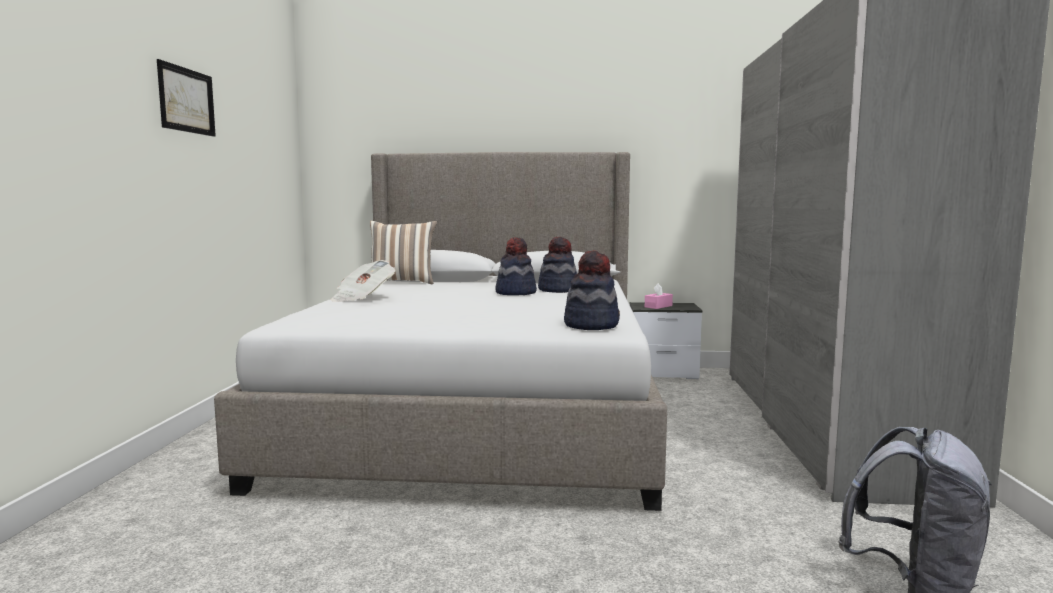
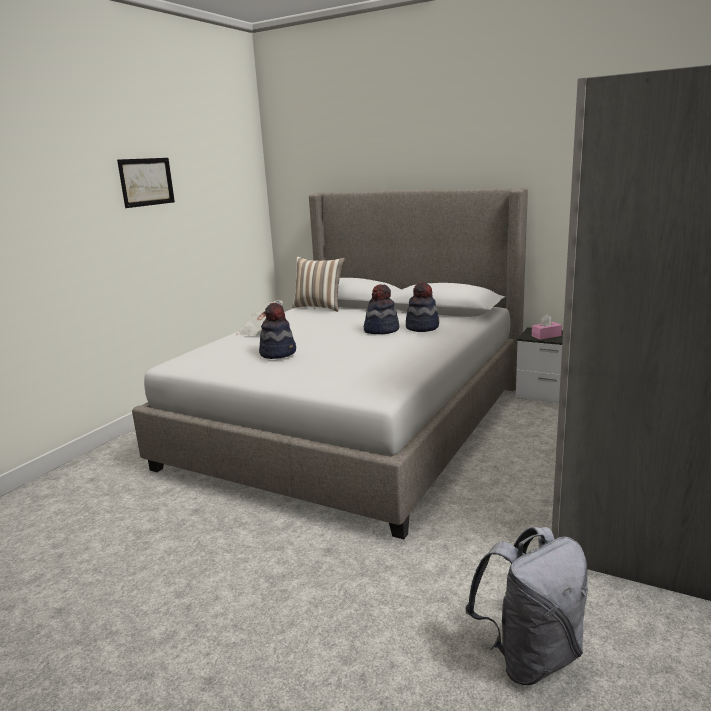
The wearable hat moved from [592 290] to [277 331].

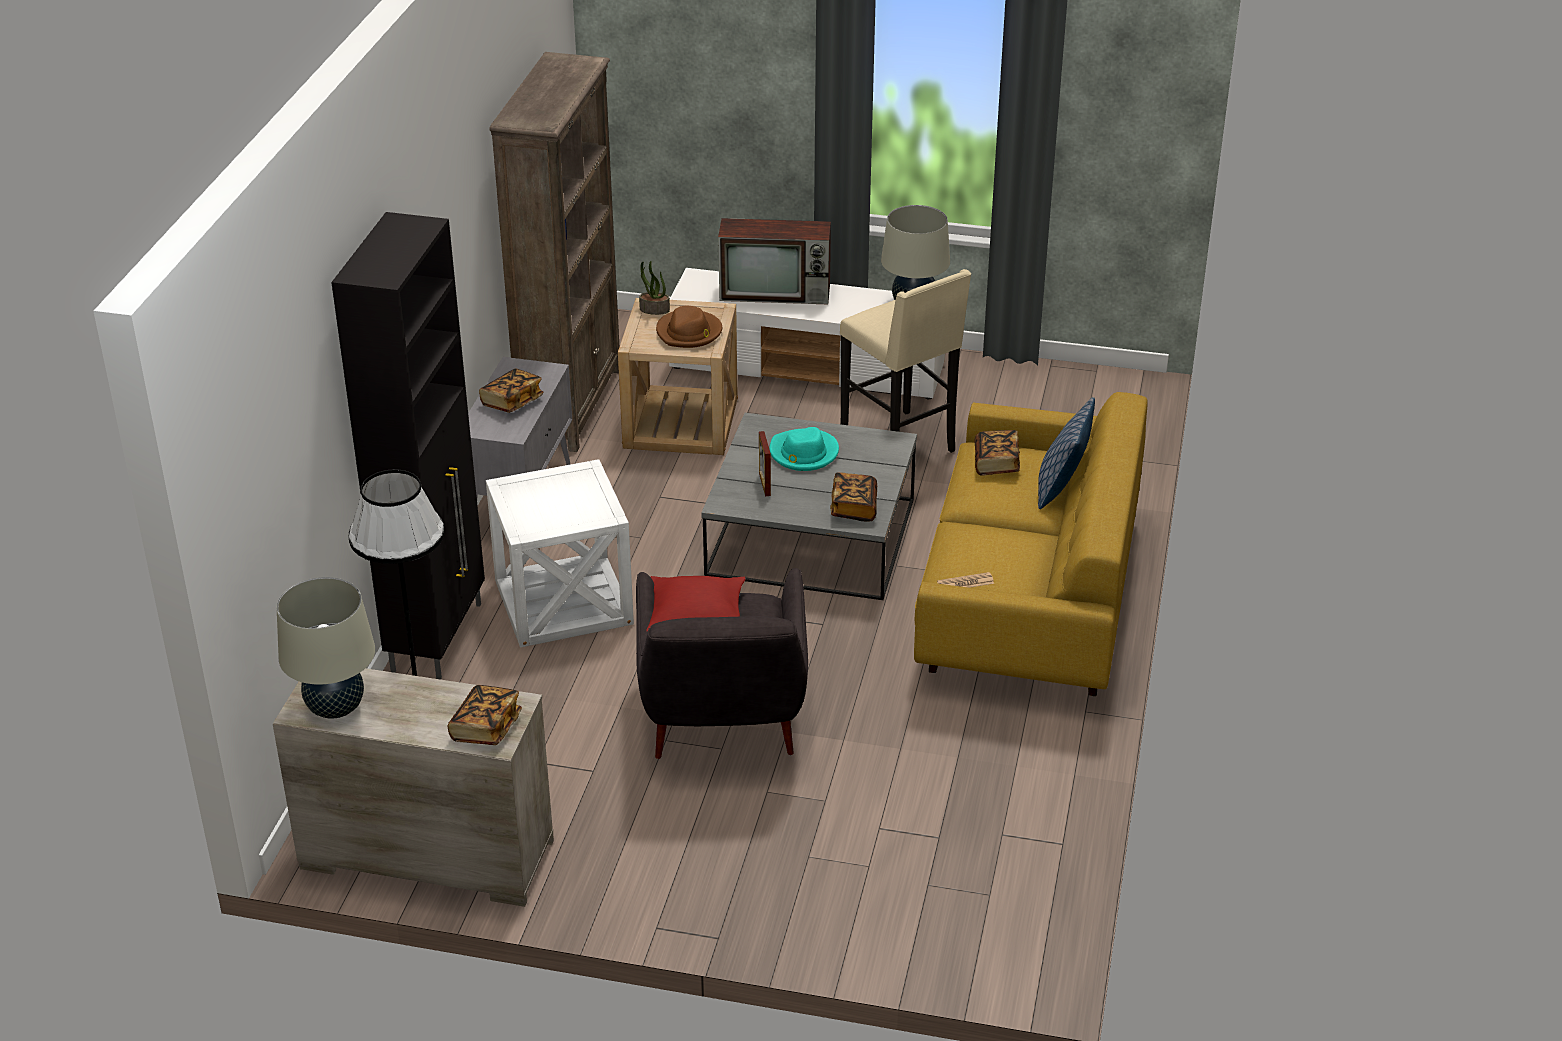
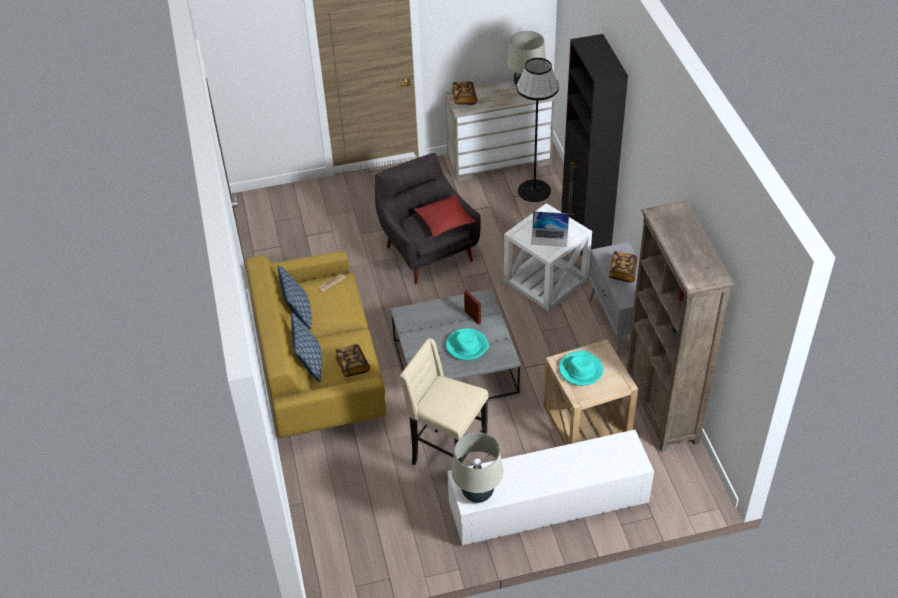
The plant in a pot at [654 288] disappeared. The brownish wearable hat at [689 327] became the turquoise wearable hat at [581 368]. The TV set at [774 261] disappeared. The volume at [853 497] disappeared. The cushion at [295 297] appeared. The laptop at [550 229] appeared.

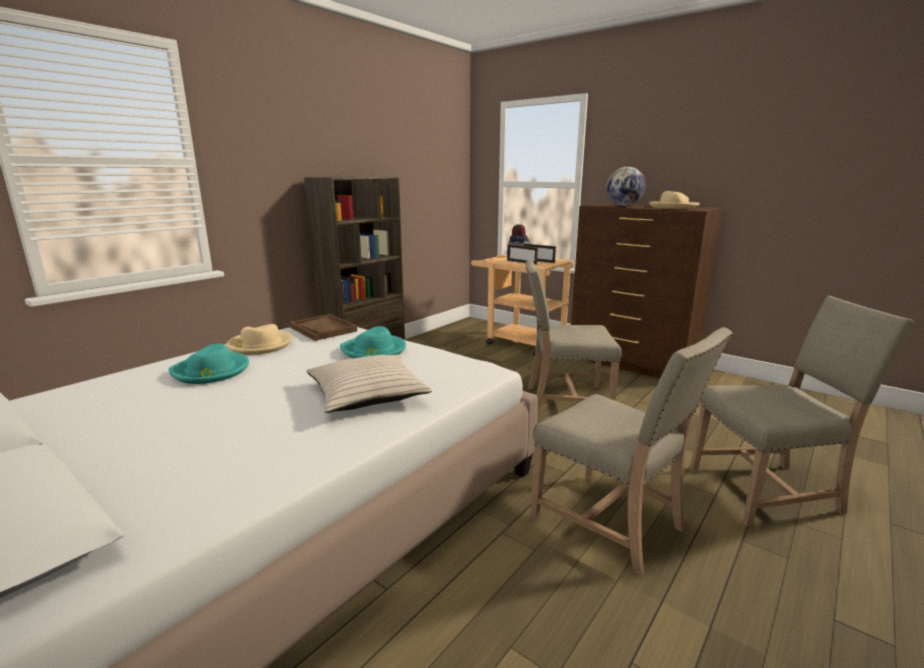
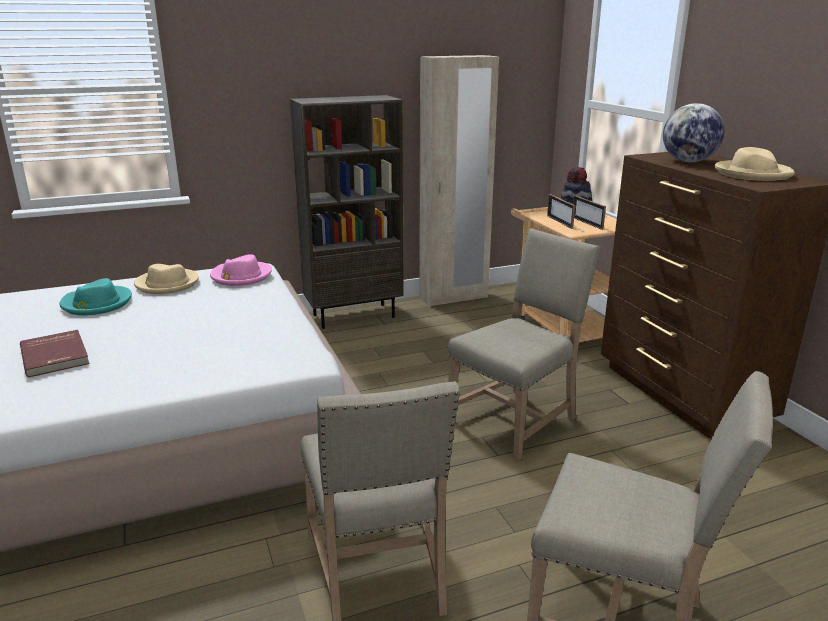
The brownish carrying tray at [323 327] was replaced by the pinkish wearable hat at [241 270]. The beige-coloured cushion at [369 383] disappeared. The turquoise wearable hat at [373 342] disappeared. The beige-coloured upright chair at [573 335] turned 105 degrees clockwise. The red-coloured volume at [55 354] appeared. The beige-coloured clothes cupboard at [459 181] appeared.

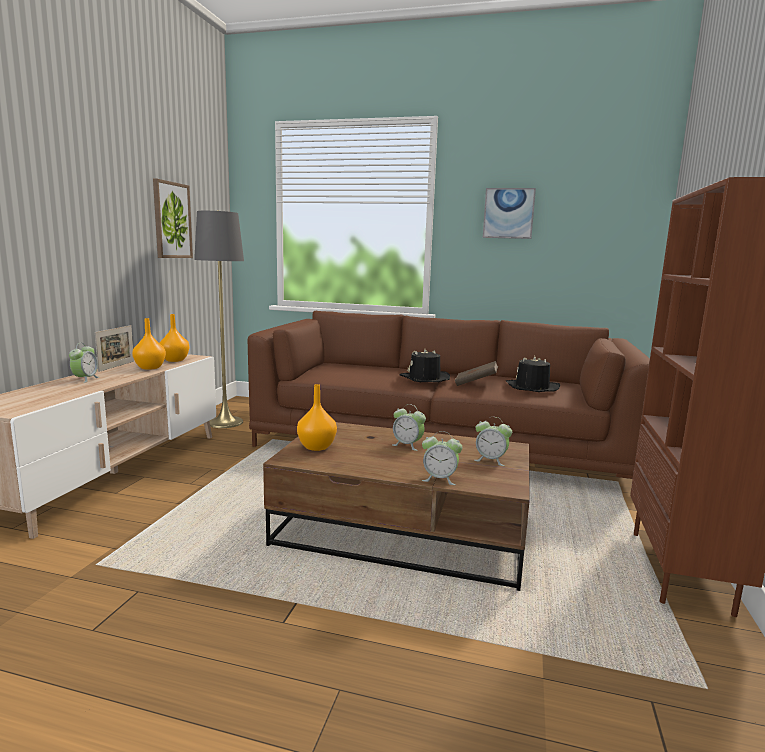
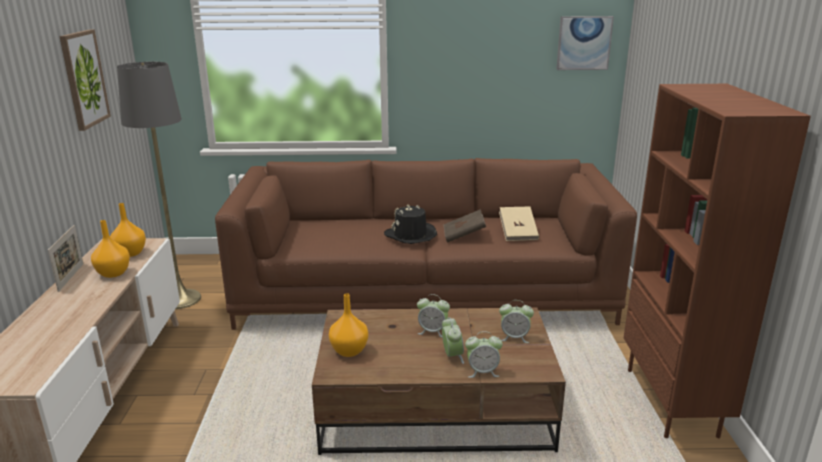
The alarm clock moved from [84 363] to [453 340]. The wall art moved from [509 213] to [585 43]. The black wearable hat at [533 374] was replaced by the beige-coloured volume at [519 223].

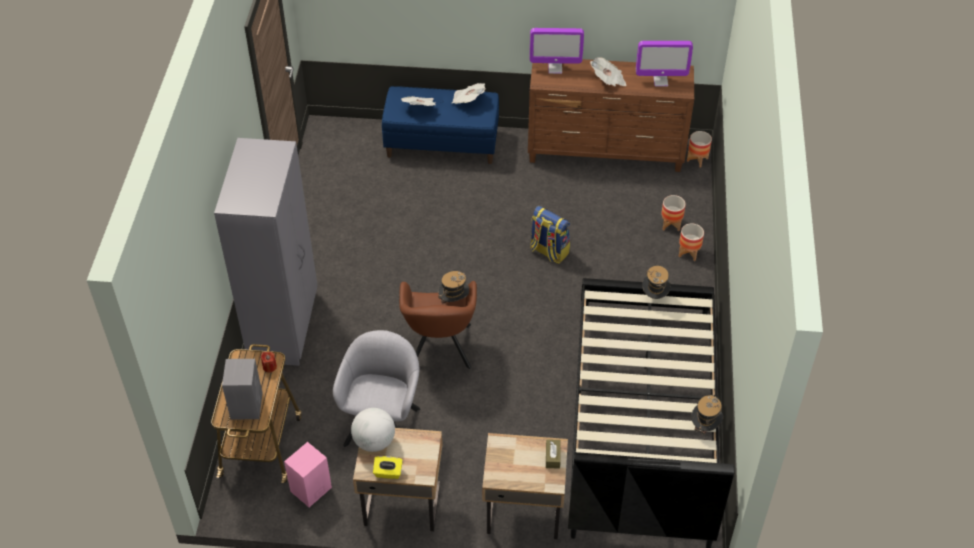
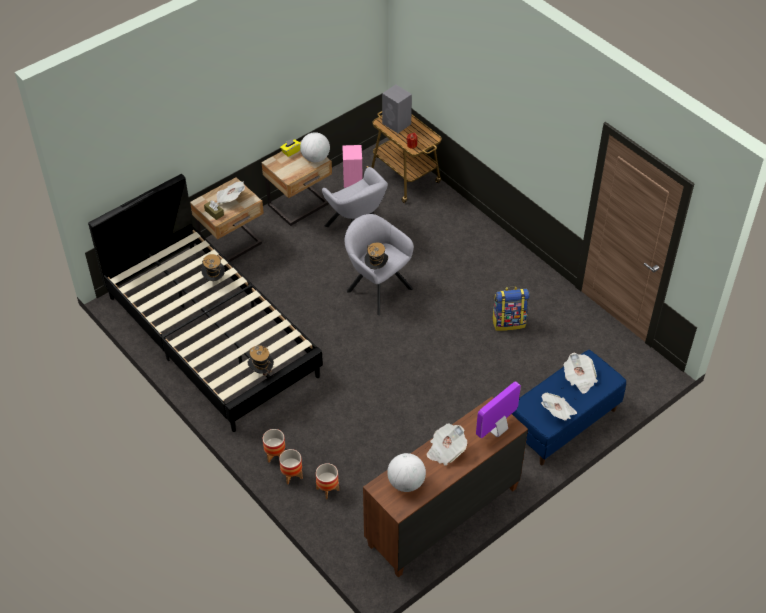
The greyish clothes cupboard at [266 252] disappeared. The brownish easy chair at [438 325] became the greyish easy chair at [379 265]. The backpack moved from [550 235] to [511 309]. The monitor at [664 63] was replaced by the globe at [406 472]. The flower pot moved from [699 149] to [274 446]. The wearable hat moved from [707 418] to [213 267]. The newspaper at [230 193] appeared.

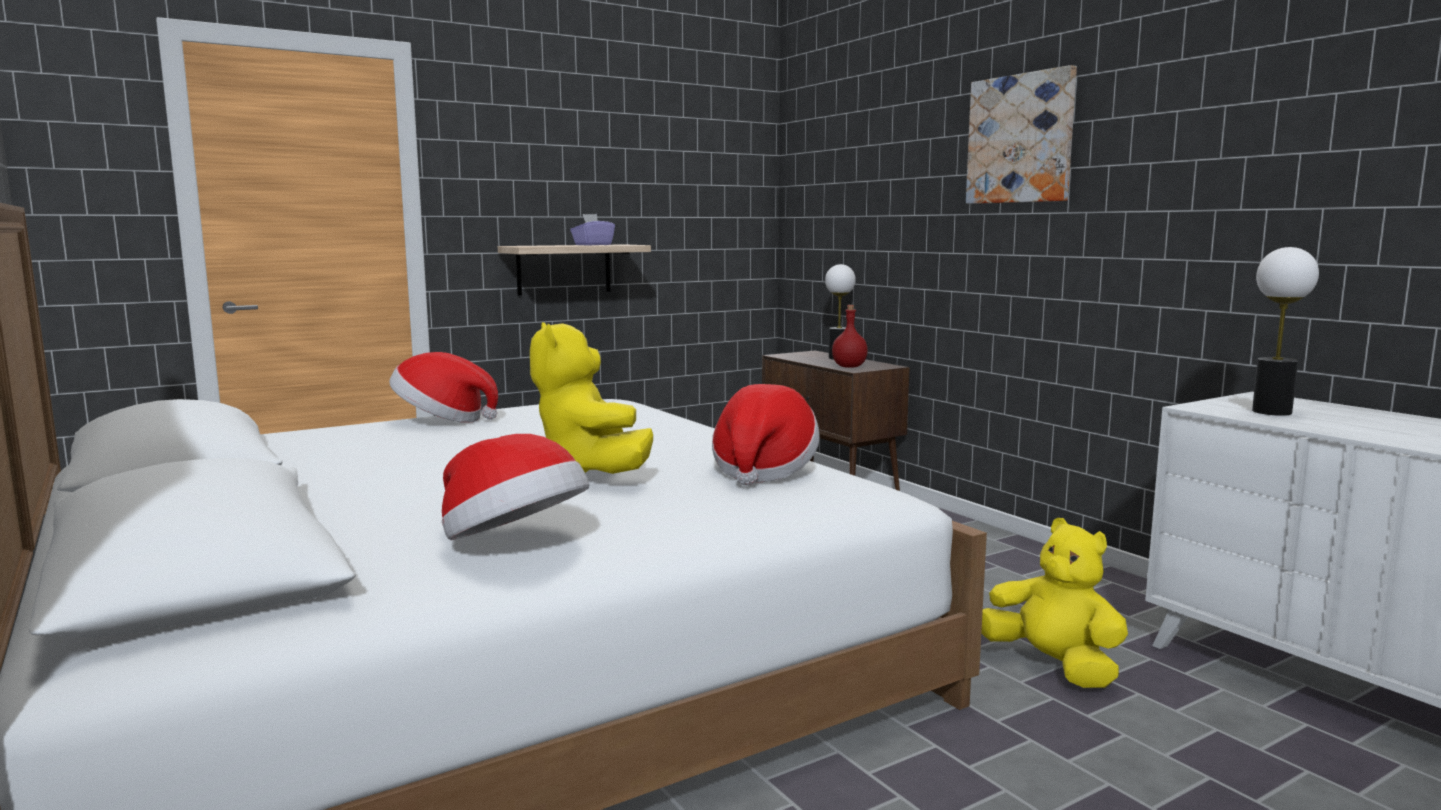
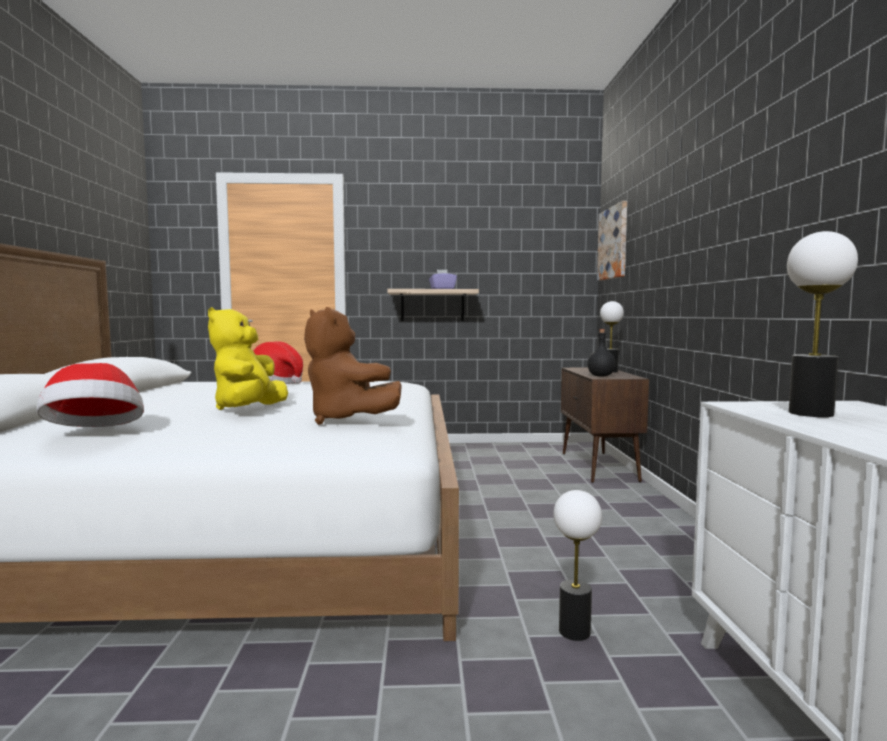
The wearable hat at [766 435] was replaced by the brownish cuddly toy at [353 366]. The red-coloured beverage bottle at [850 336] became the black beverage bottle at [601 352]. The wall art moved from [1021 134] to [612 241]. The yellowish cuddly toy at [1054 603] was replaced by the lamp for a table at [577 565].

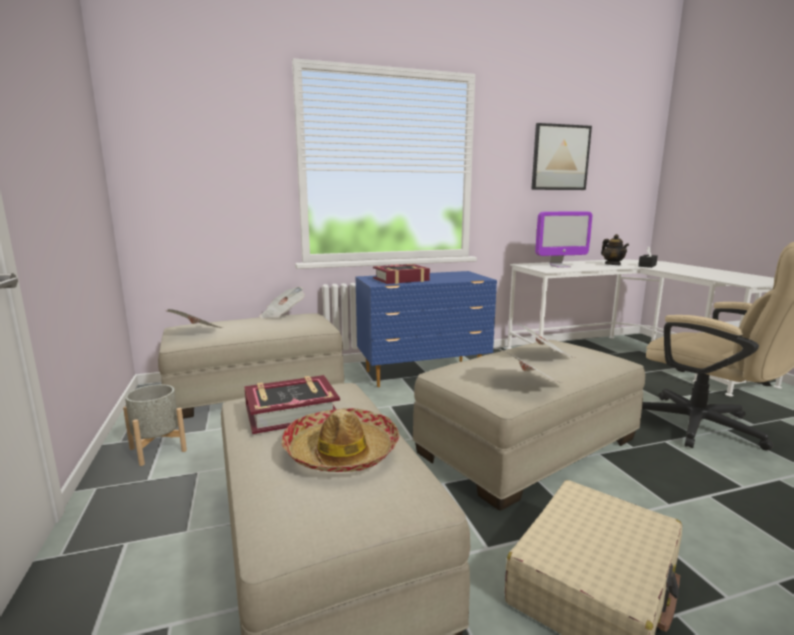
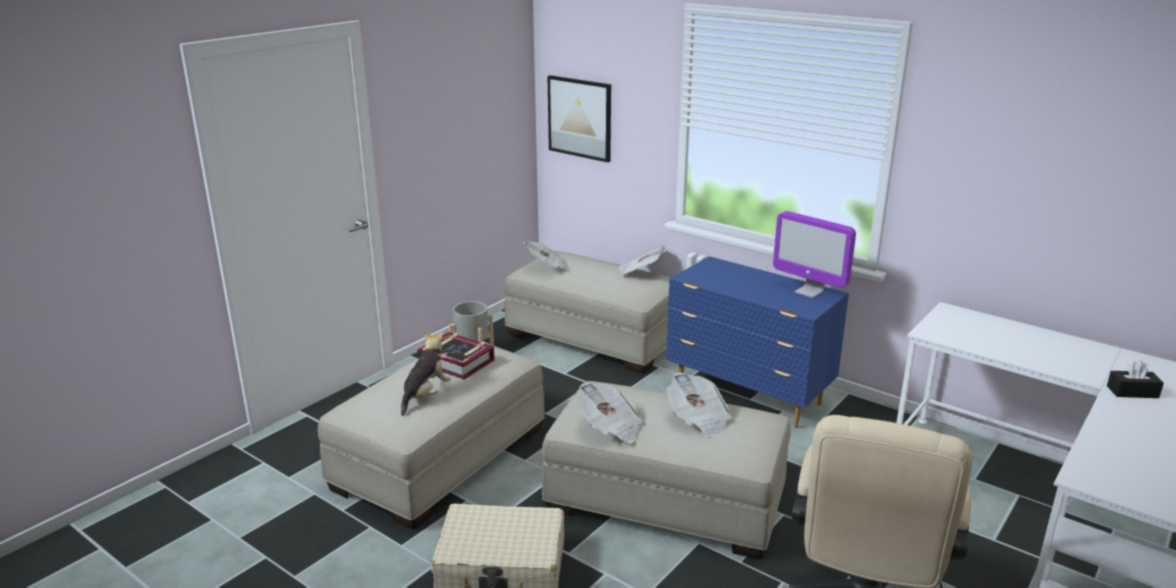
The wearable hat at [340 440] was replaced by the cuddly toy at [426 374]. The volume at [401 274] disappeared. The wall art moved from [561 156] to [579 118]. The monitor moved from [563 240] to [814 254]. The teapot at [615 249] disappeared.

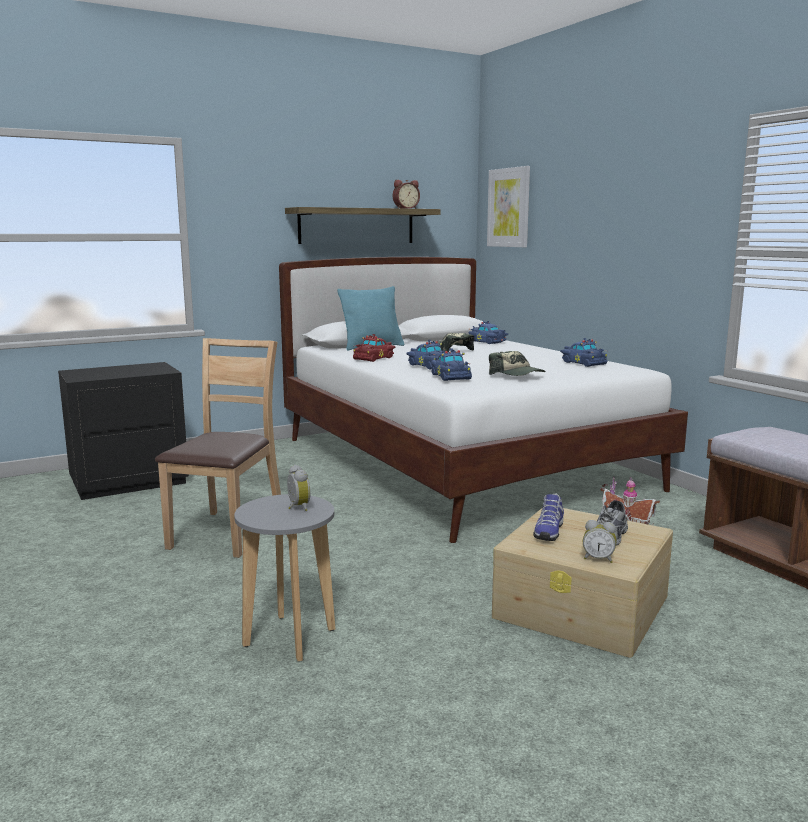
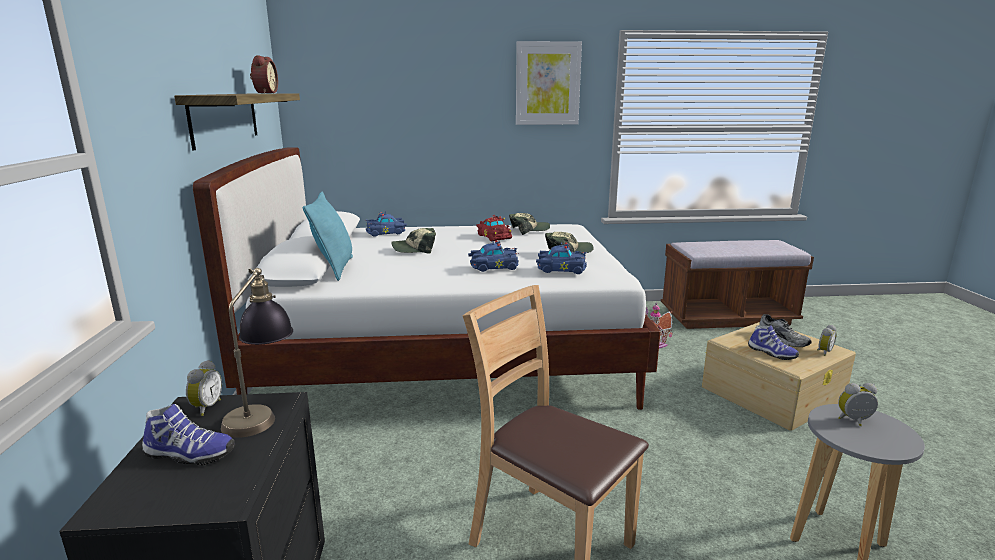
The red-coloured model car moved from [374 348] to [494 228]. The wall art moved from [508 206] to [549 83]. The bluish model car at [583 352] was replaced by the baseball cap at [529 224]. The shoe at [188 434] appeared. The alarm clock at [204 388] appeared. The lamp for a table at [257 353] appeared.

